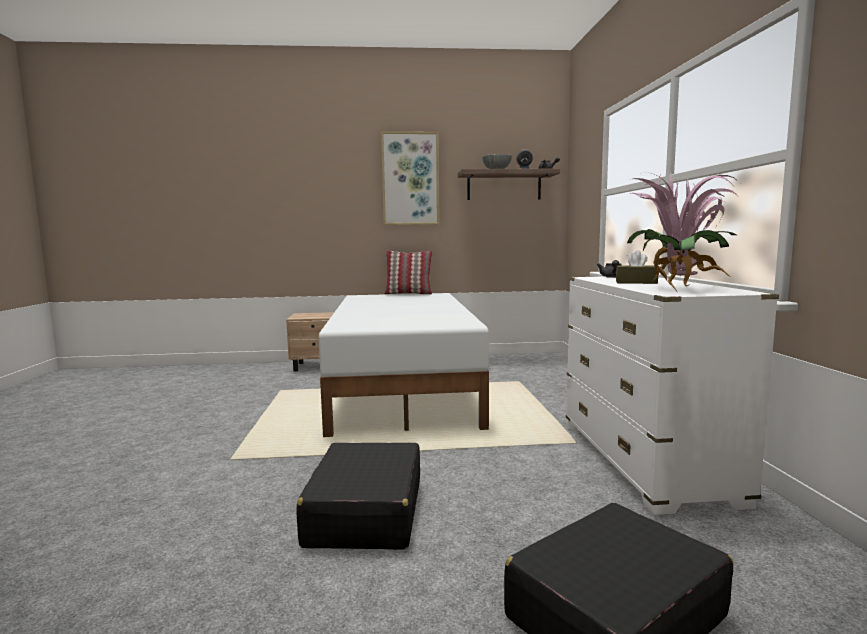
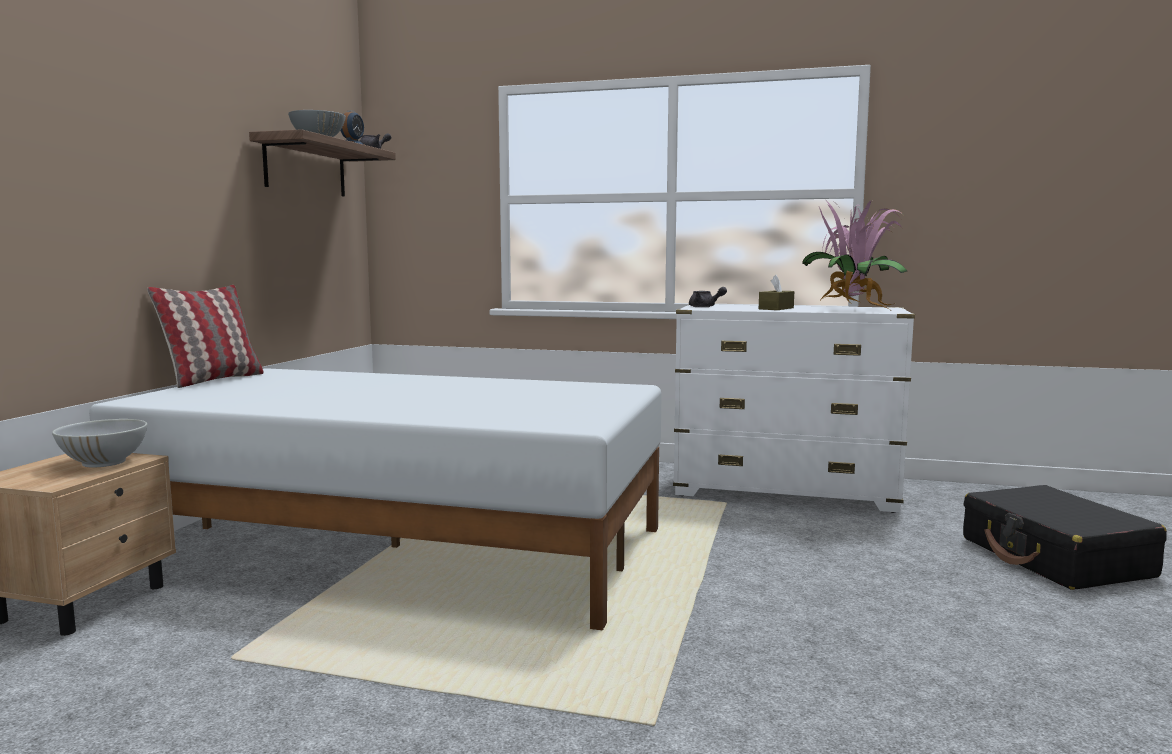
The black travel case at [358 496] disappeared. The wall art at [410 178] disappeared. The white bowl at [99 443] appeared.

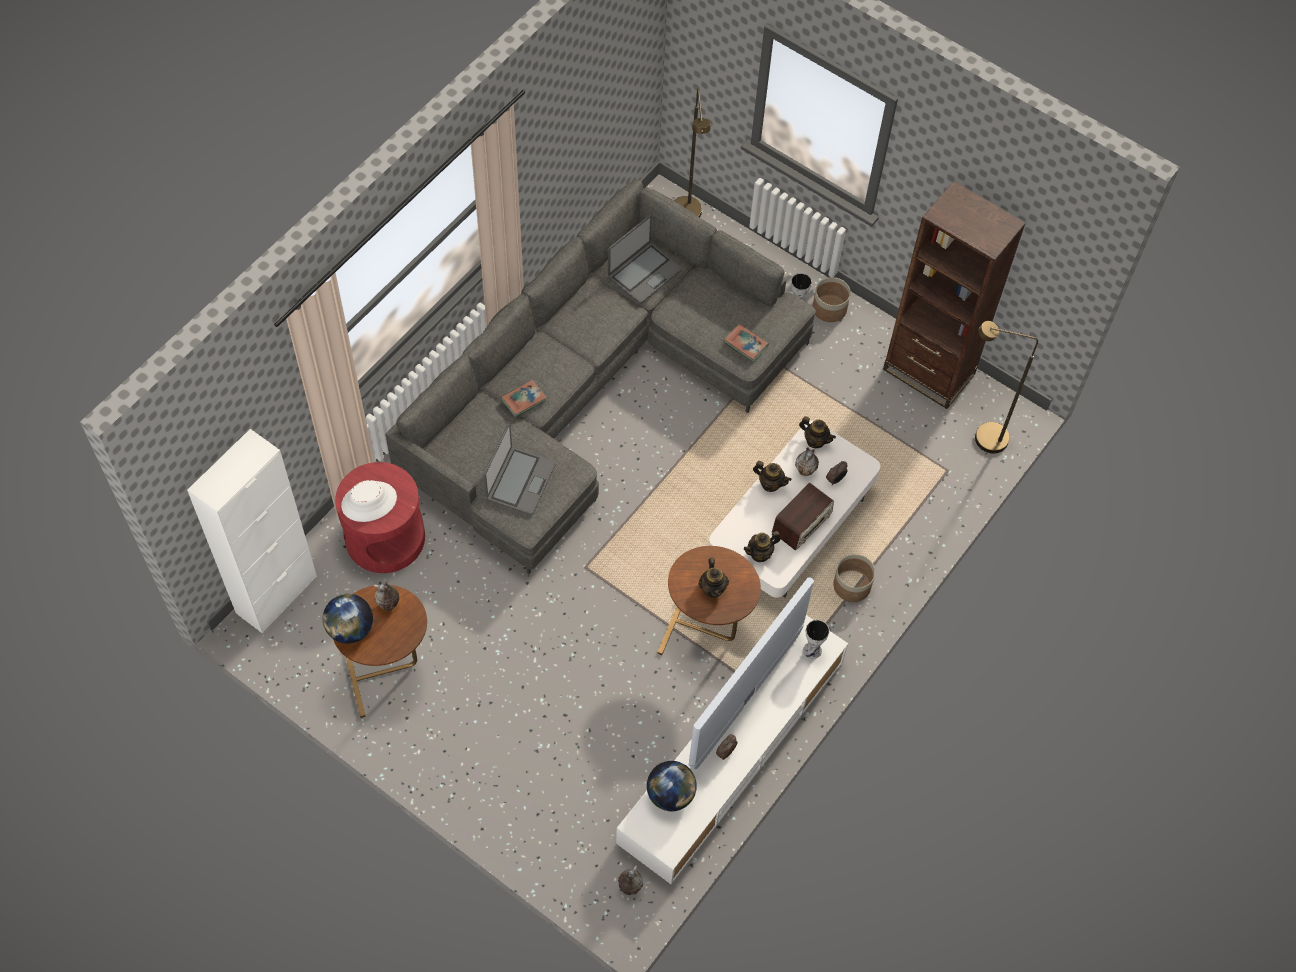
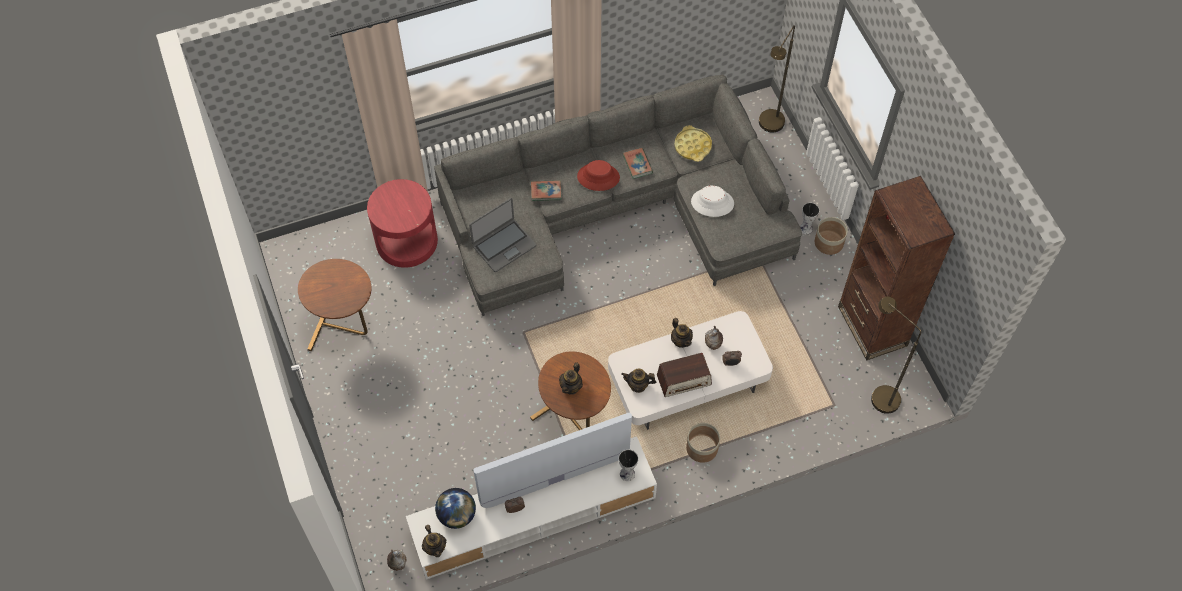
The white cupboard at [252 531] disappeared. The globe at [348 619] disappeared. The white wearable hat moved from [369 501] to [712 201]. The vase at [386 596] disappeared. The laptop at [645 259] was replaced by the yellowish carrying tray at [693 143]. The volume moved from [746 343] to [638 163]. The teapot moved from [817 432] to [434 541]. The red-coloured wearable hat at [598 175] appeared.

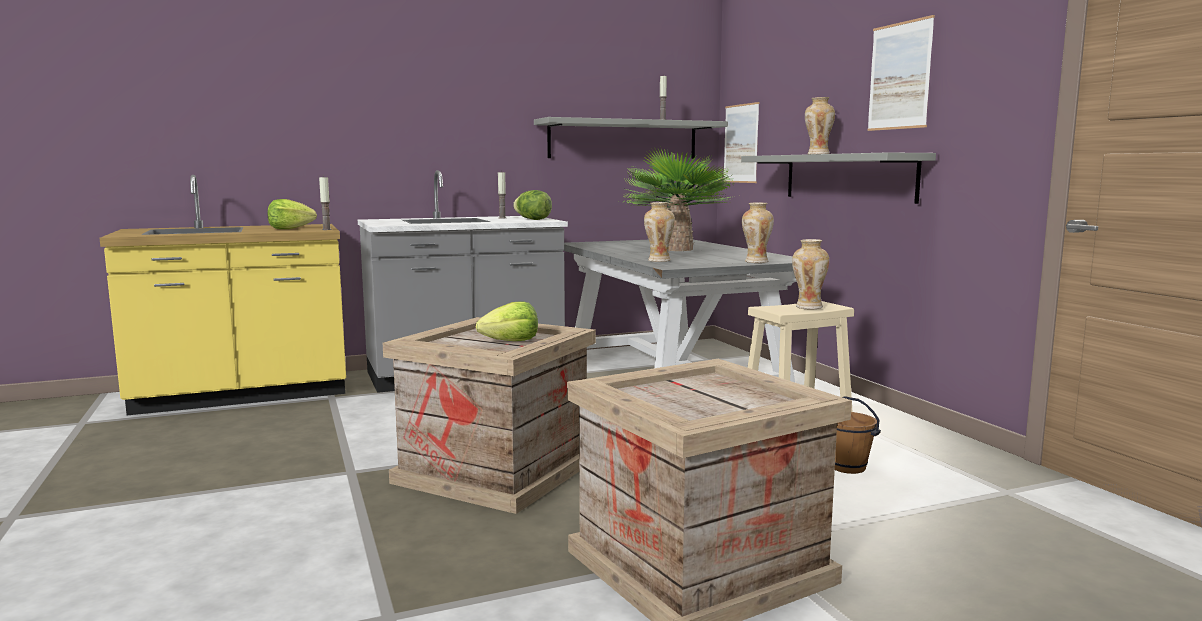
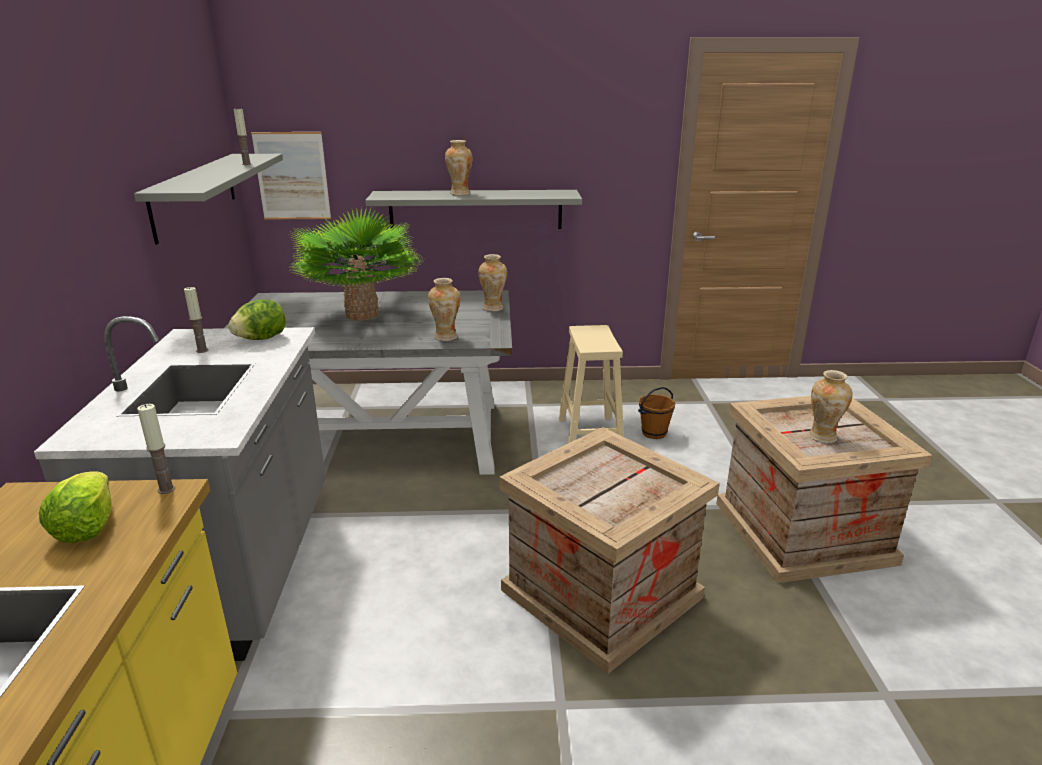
The lettuce head at [507 321] disappeared. The vase moved from [810 274] to [830 406]. The wall art at [901 73] disappeared.

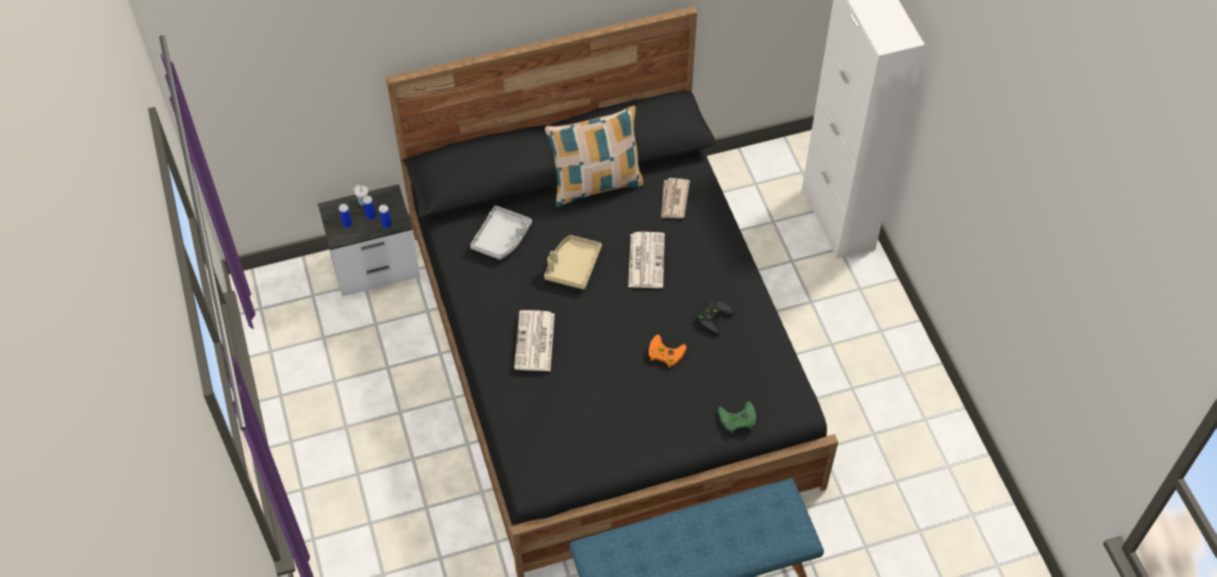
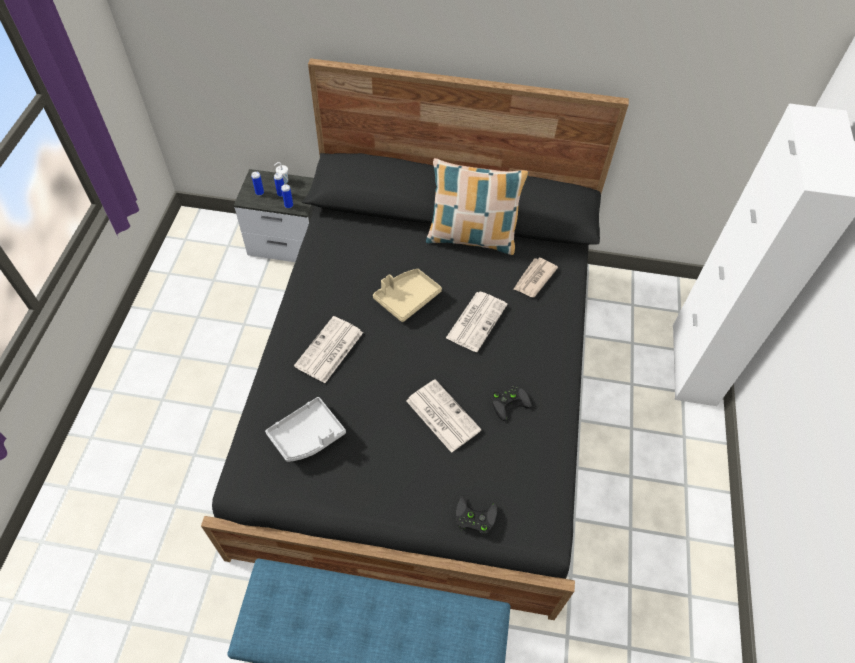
The greyish carrying tray moved from [501 232] to [305 429]. The orange game controller at [667 351] was replaced by the newspaper at [443 416]. The green-coloured game controller at [737 417] became the black game controller at [477 516].

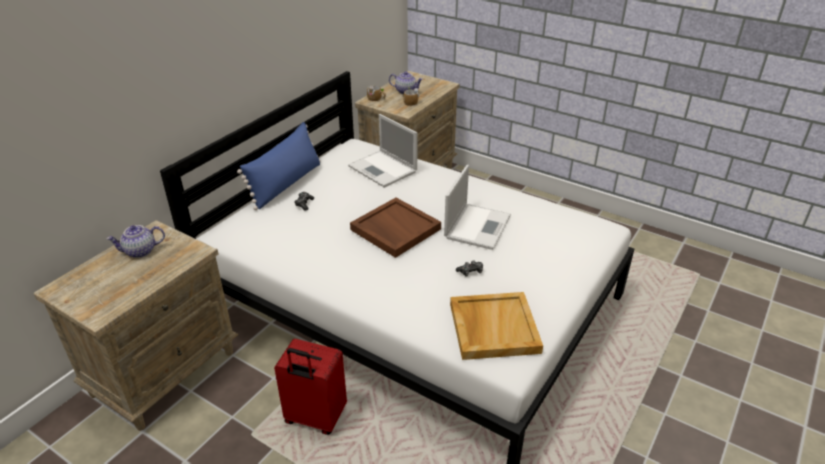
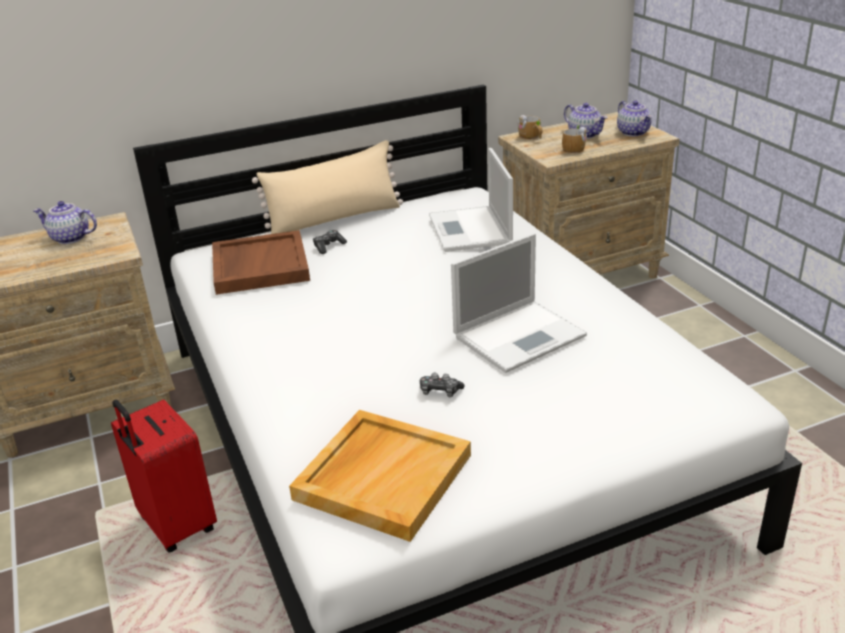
The bluish cushion at [279 166] became the beige-coloured cushion at [327 187]. The brownish carrying tray moved from [395 228] to [261 262]. The teapot at [634 118] appeared.

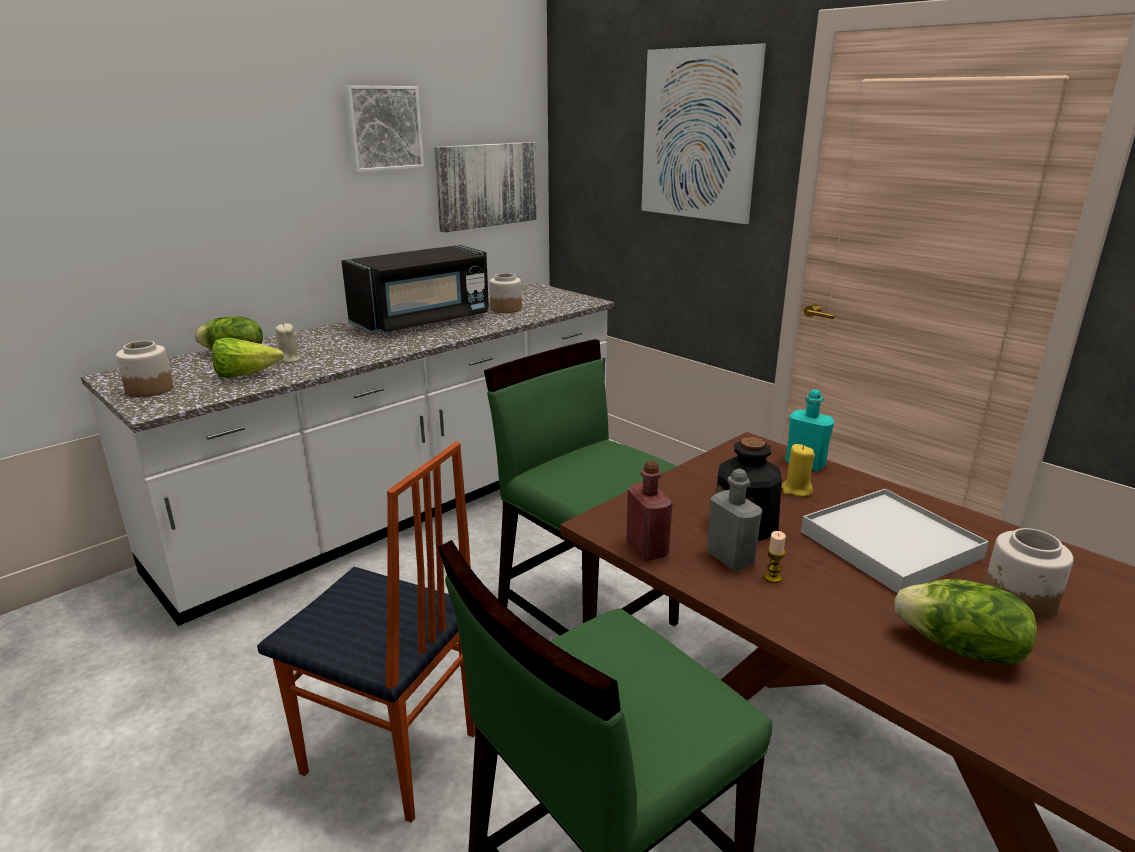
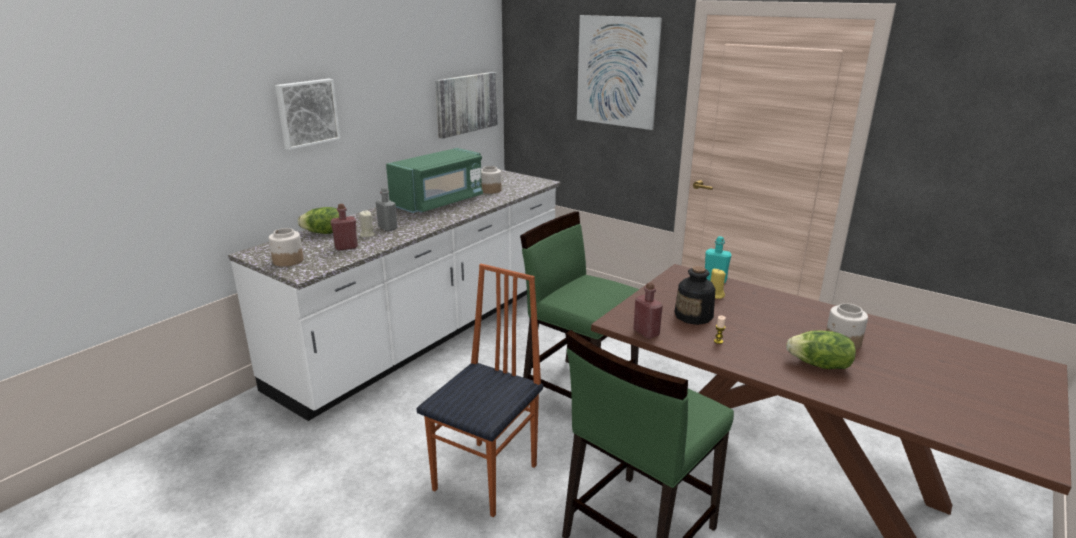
The lettuce head at [248 357] was replaced by the red-coloured beverage bottle at [344 227]. The upright chair at [366 632] turned 75 degrees counterclockwise. The black microwave oven at [415 289] became the green-coloured microwave oven at [434 180]. The wall art moved from [383 128] to [307 114]. The greyish beverage bottle moved from [734 520] to [386 209]. The white carrying tray at [895 541] disappeared.

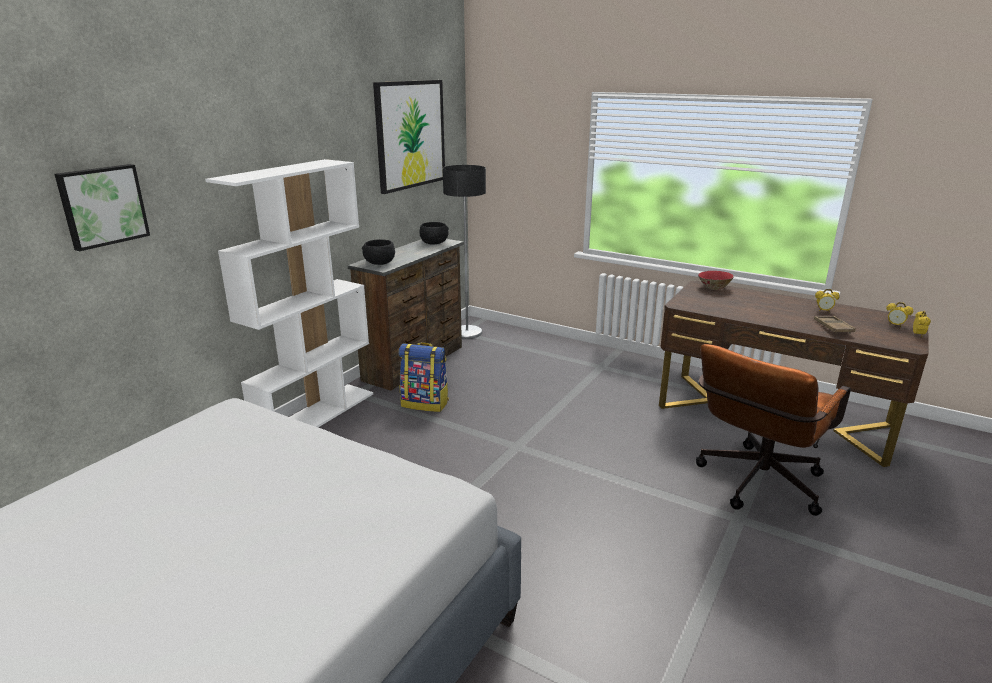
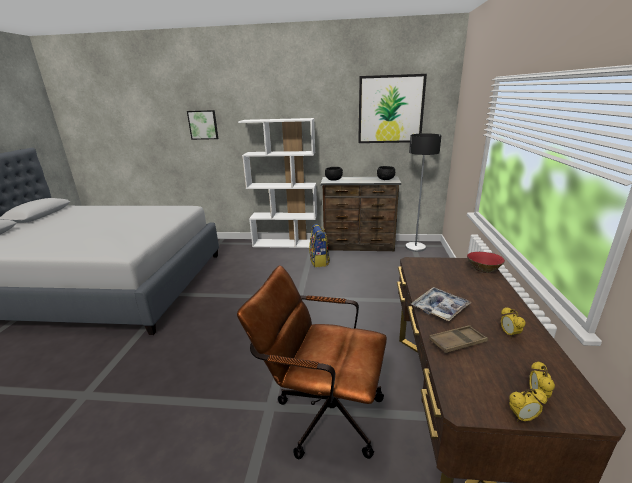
The carrying tray at [441 304] appeared.

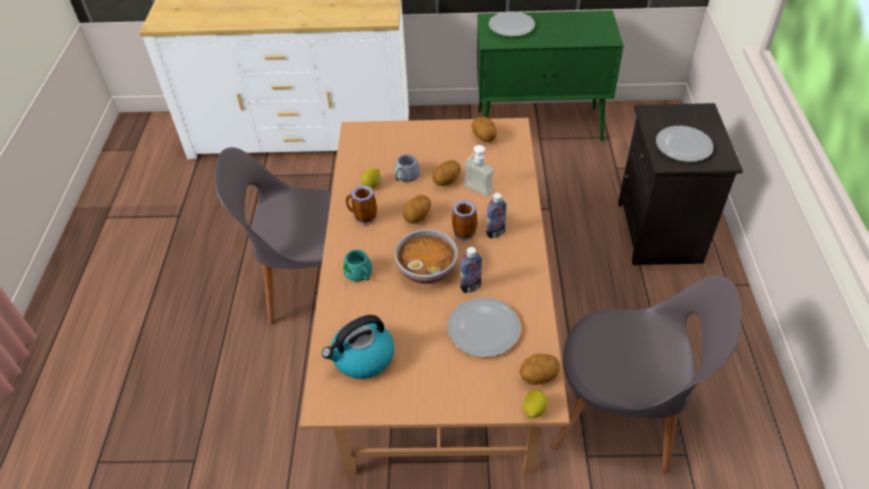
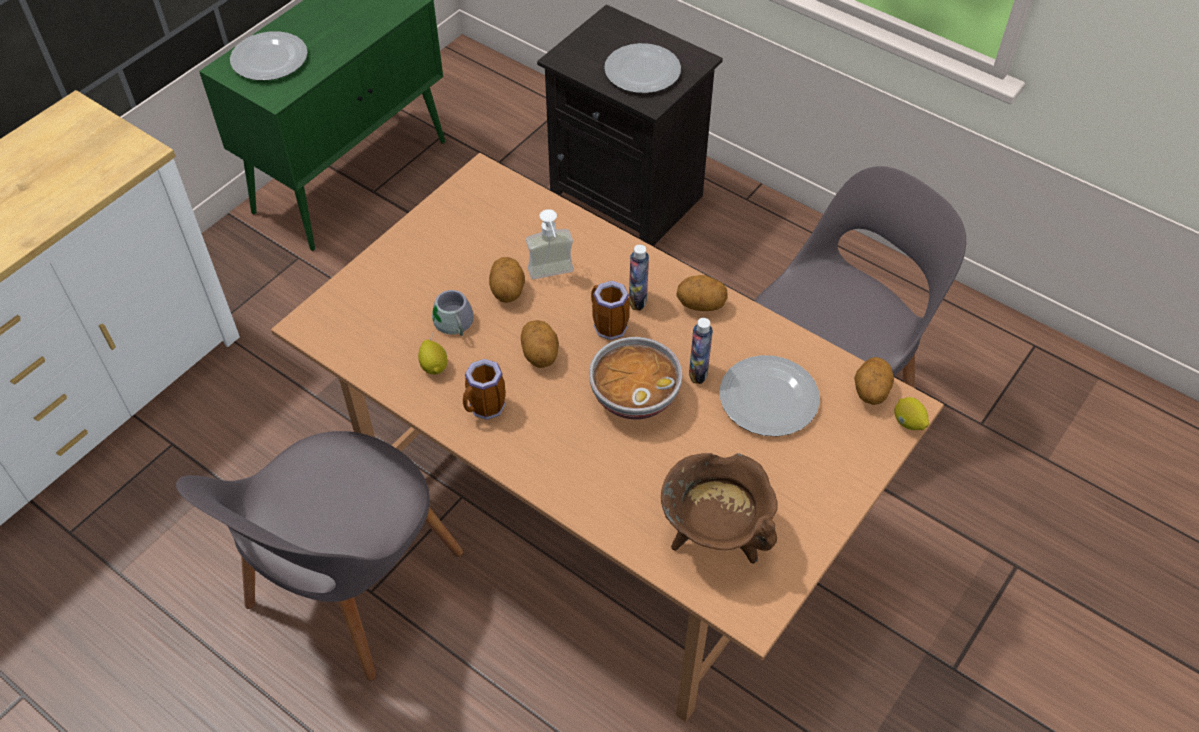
The tea kettle at [358 347] was replaced by the brownish saucepot at [719 508]. The turquoise coffee mug at [357 267] disappeared. The spud moved from [484 129] to [702 293].

